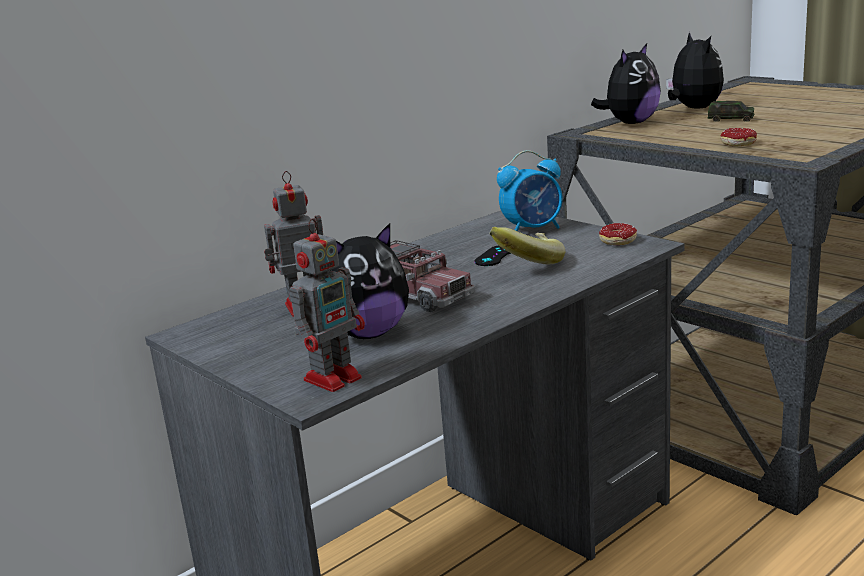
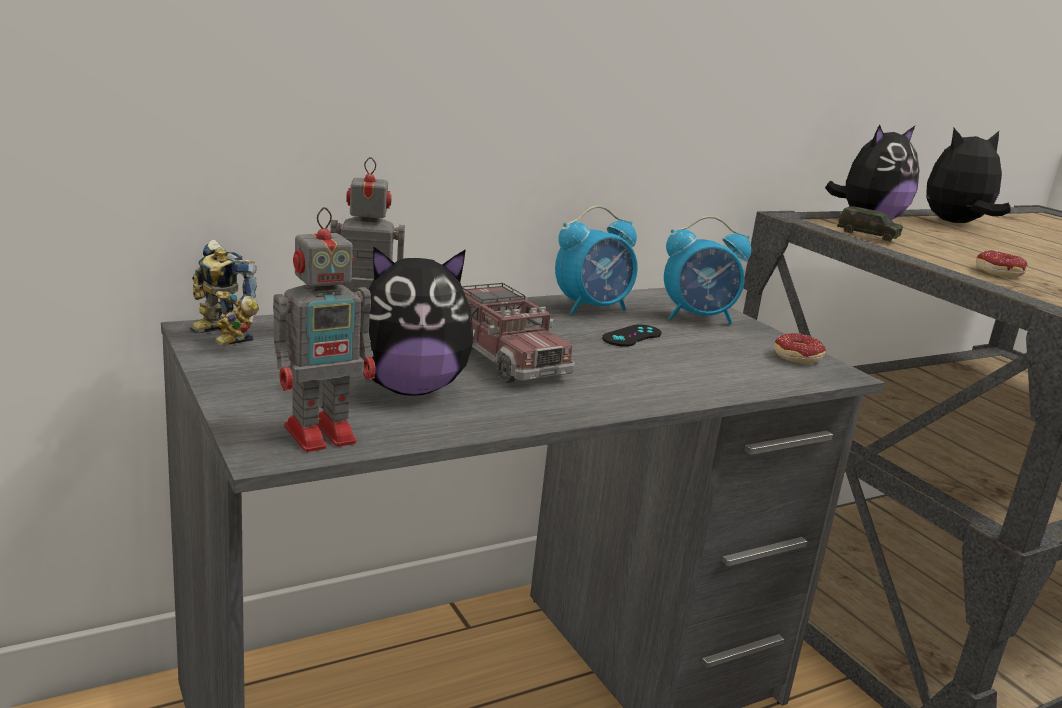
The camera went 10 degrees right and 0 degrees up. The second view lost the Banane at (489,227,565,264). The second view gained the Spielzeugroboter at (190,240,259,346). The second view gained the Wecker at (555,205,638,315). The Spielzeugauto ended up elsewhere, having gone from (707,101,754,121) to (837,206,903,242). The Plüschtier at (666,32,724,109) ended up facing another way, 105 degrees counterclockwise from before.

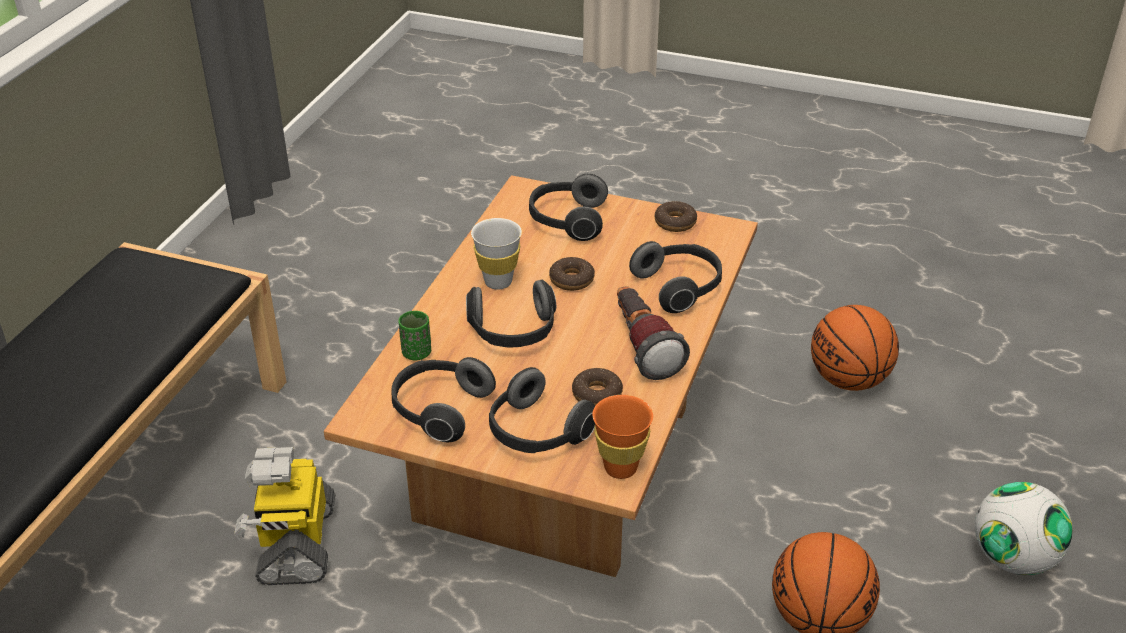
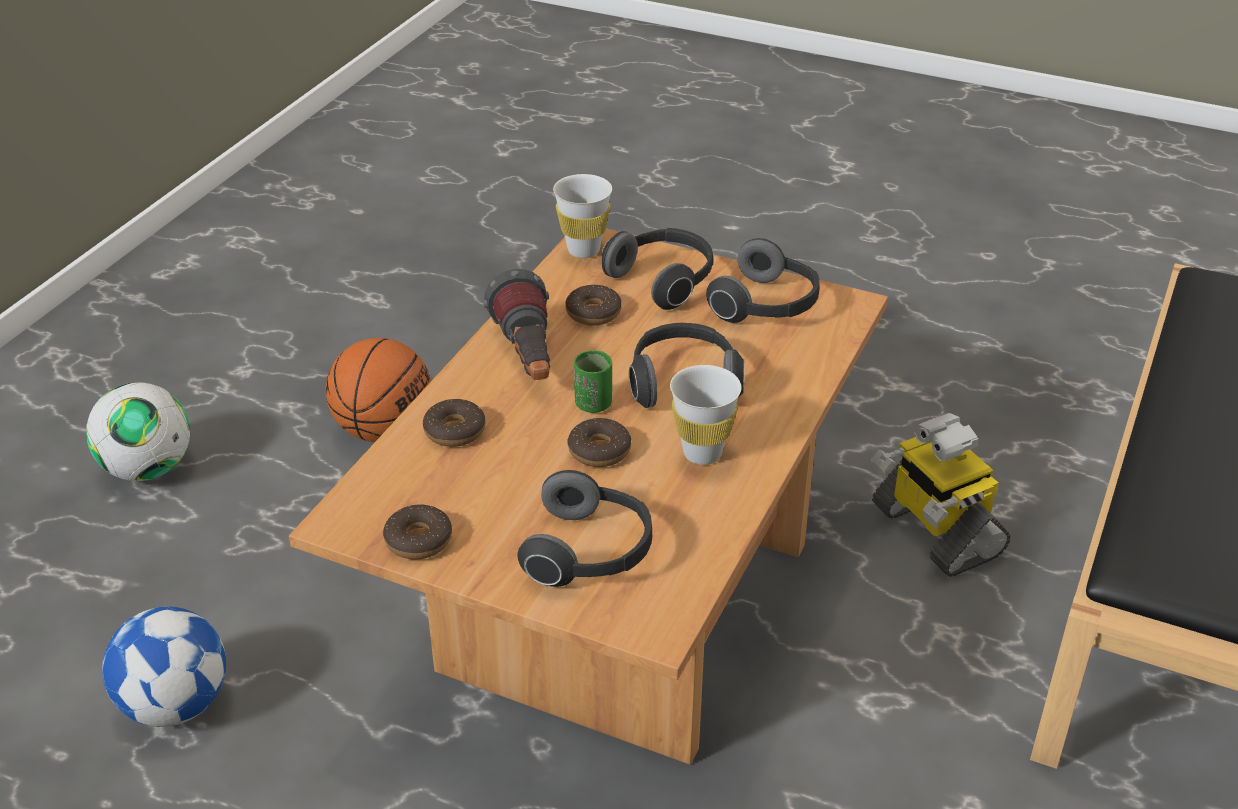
The camera went 175 degrees left and 0 degrees up. The Tasse (grün) ended up elsewhere, having gone from (398,311,431,361) to (574,350,612,413). Where the Kopfhörer stood at (629,241,722,313), the Donut came to stand at (423,399,485,447). Where the Basketball stood at (811,305,899,391), the Fußball came to stand at (102,606,226,727). What was the Tasse (orange) at (592,395,653,479) turned into the Tasse (weiß) at (553,174,612,258). The Spielzeugroboter at (234,447,335,585) ended up facing another way, 150 degrees clockwise from before.

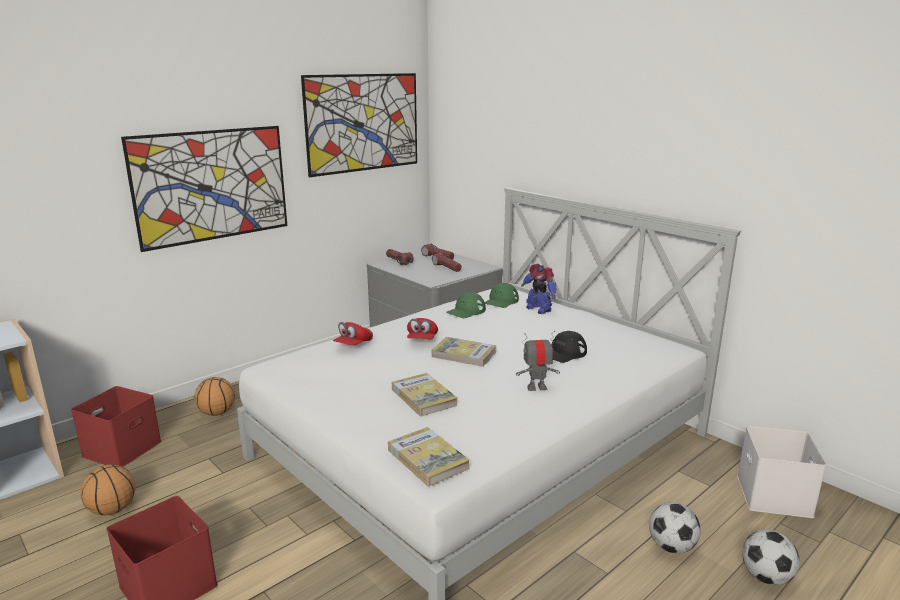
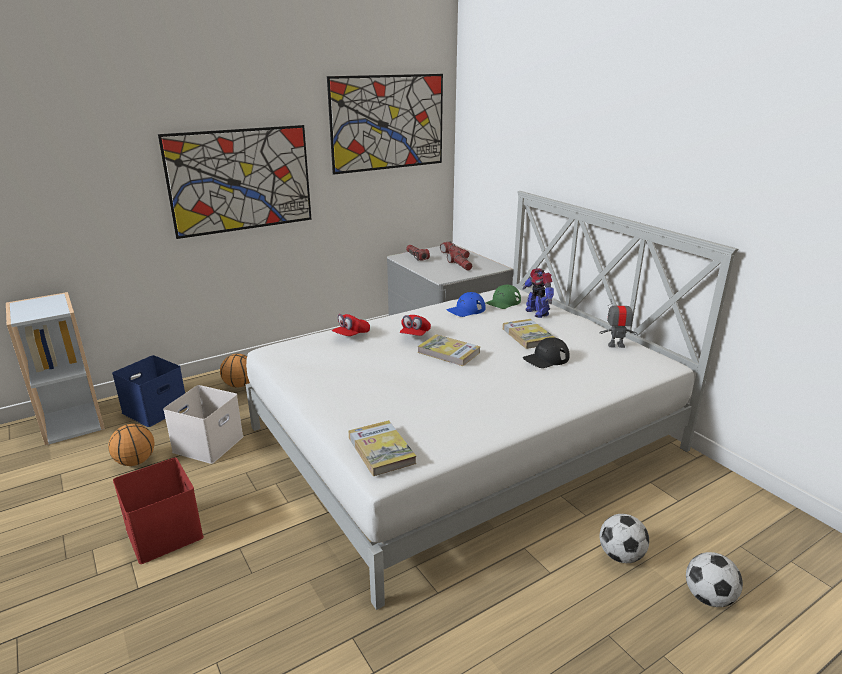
The camera went 10 degrees right and 5 degrees up. The Buch ended up elsewhere, having gone from (392,373,458,417) to (503,319,556,349). The Spielzeugroboter ended up elsewhere, having gone from (516,331,560,391) to (599,299,636,348). The Aufbewahrungsbox (weiß) ended up elsewhere, having gone from (737,426,827,518) to (163,385,244,464). What was the Aufbewahrungsbox (rot) at (71,386,162,467) turned into the Aufbewahrungsbox (blau) at (112,355,187,427). What was the Kappe (grün) at (446,292,486,318) turned into the Kappe (blau) at (446,292,485,317).

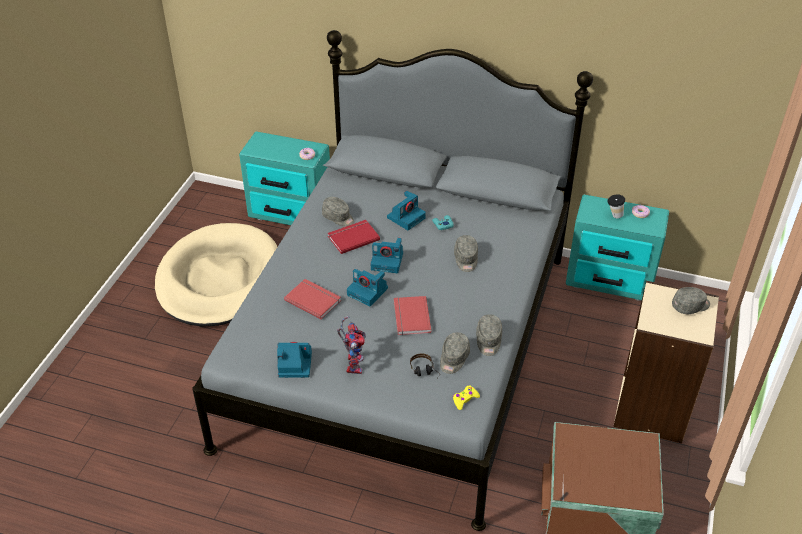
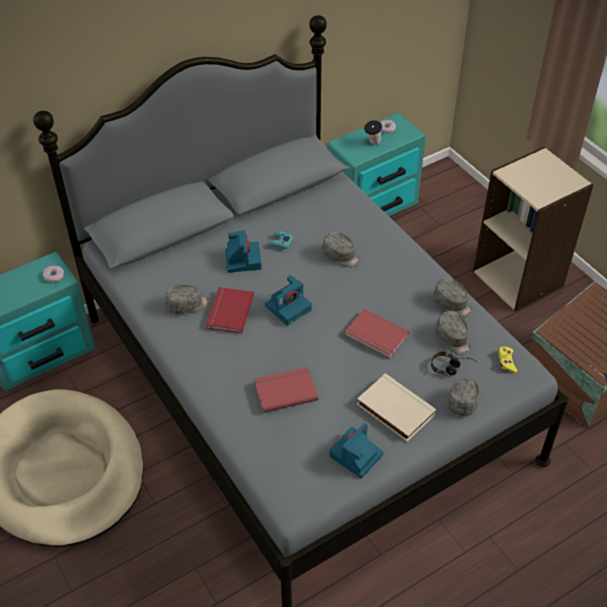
The camera went 50 degrees left and 5 degrees up. The second view lost the Kamera at (347,269,388,306). The Kappe (grau) ended up elsewhere, having gone from (672,287,710,314) to (447,377,479,416). Where the Spielzeugroboter stood at (337,316,366,374), the Buch (beige) came to stand at (357,374,436,442).

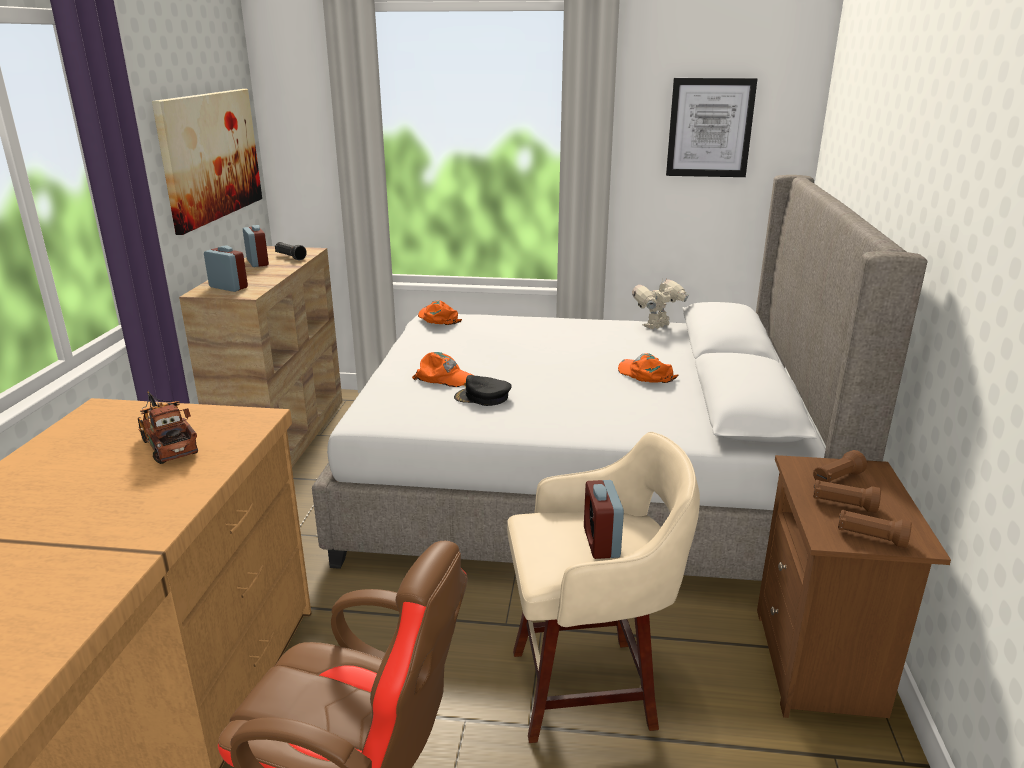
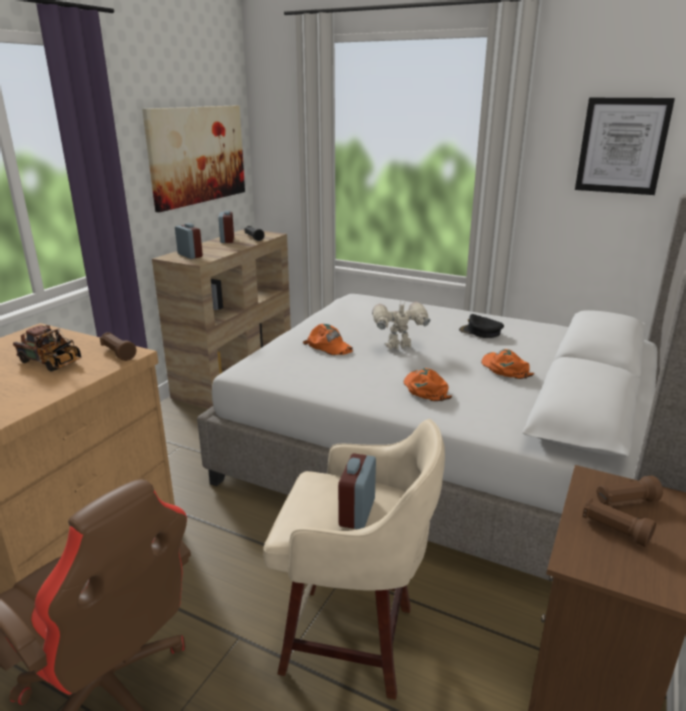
The camera went 20 degrees right and 0 degrees up. The Kappe (orange) ended up elsewhere, having gone from (418,300,462,325) to (403,368,452,401). The Kappe (schwarz) ended up elsewhere, having gone from (454,375,512,406) to (459,314,504,338). The Spielzeugroboter ended up elsewhere, having gone from (632,278,690,329) to (372,300,431,349). The Taschenlampe (braun) ended up elsewhere, having gone from (838,510,912,548) to (100,332,136,361). The Spielzeuglaster at (138,391,198,464) ended up facing another way, 135 degrees clockwise from before.

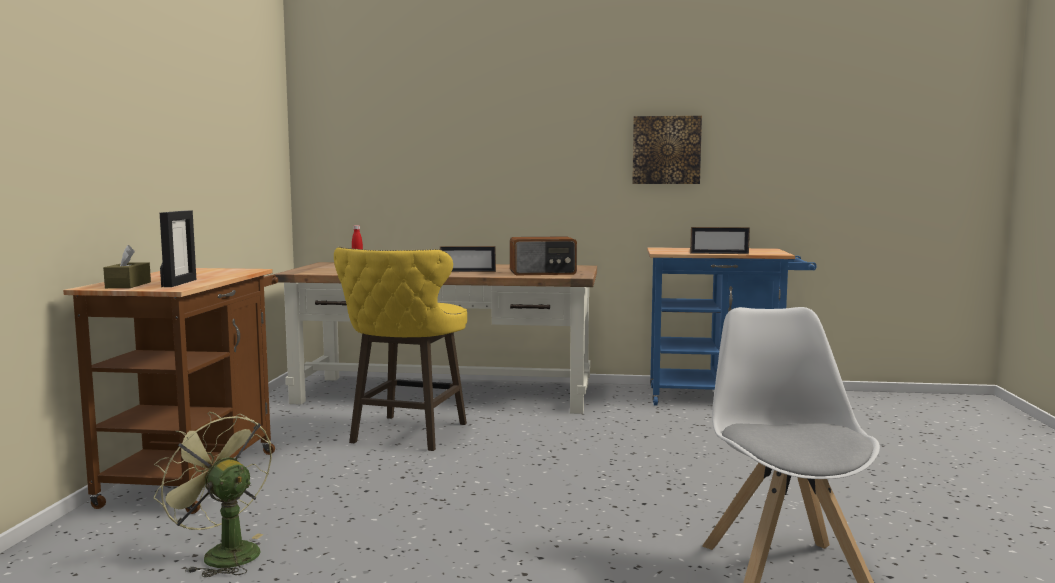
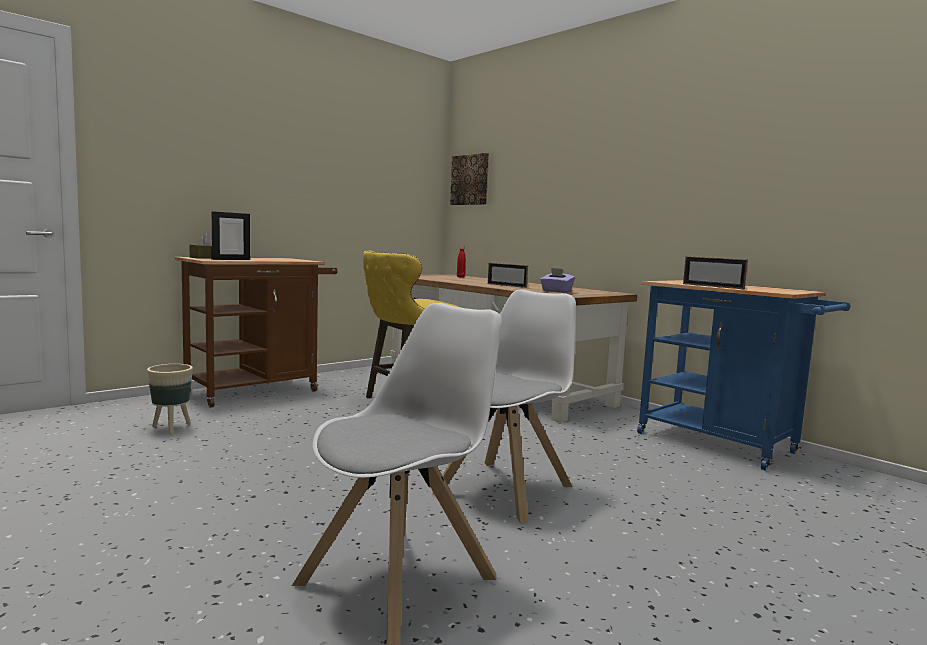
The camera went 40 degrees right and 0 degrees up. The second view gained the Stuhl at (432,290,576,523). The Bild ended up elsewhere, having gone from (632,116,702,184) to (450,153,489,205). Where the Ventilator (grün) stood at (154,412,272,577), the Pflanzkübel (beige) came to stand at (147,364,193,434). Where the Radio stood at (510,236,577,275), the Taschentuchbox (lila) came to stand at (540,268,575,293).

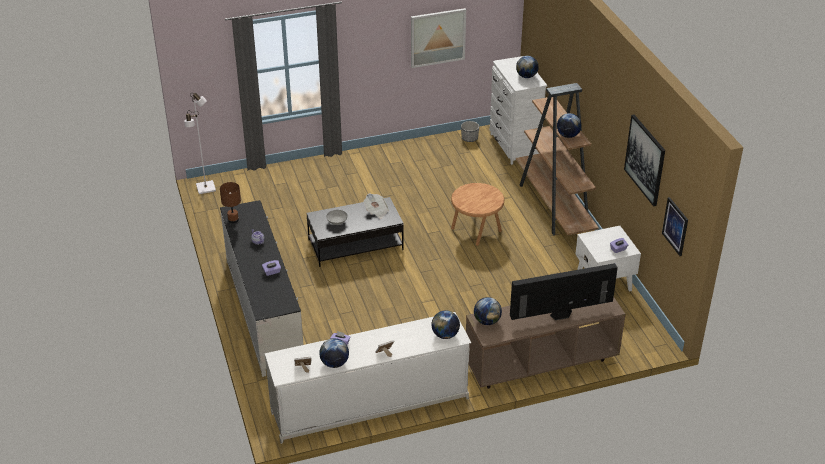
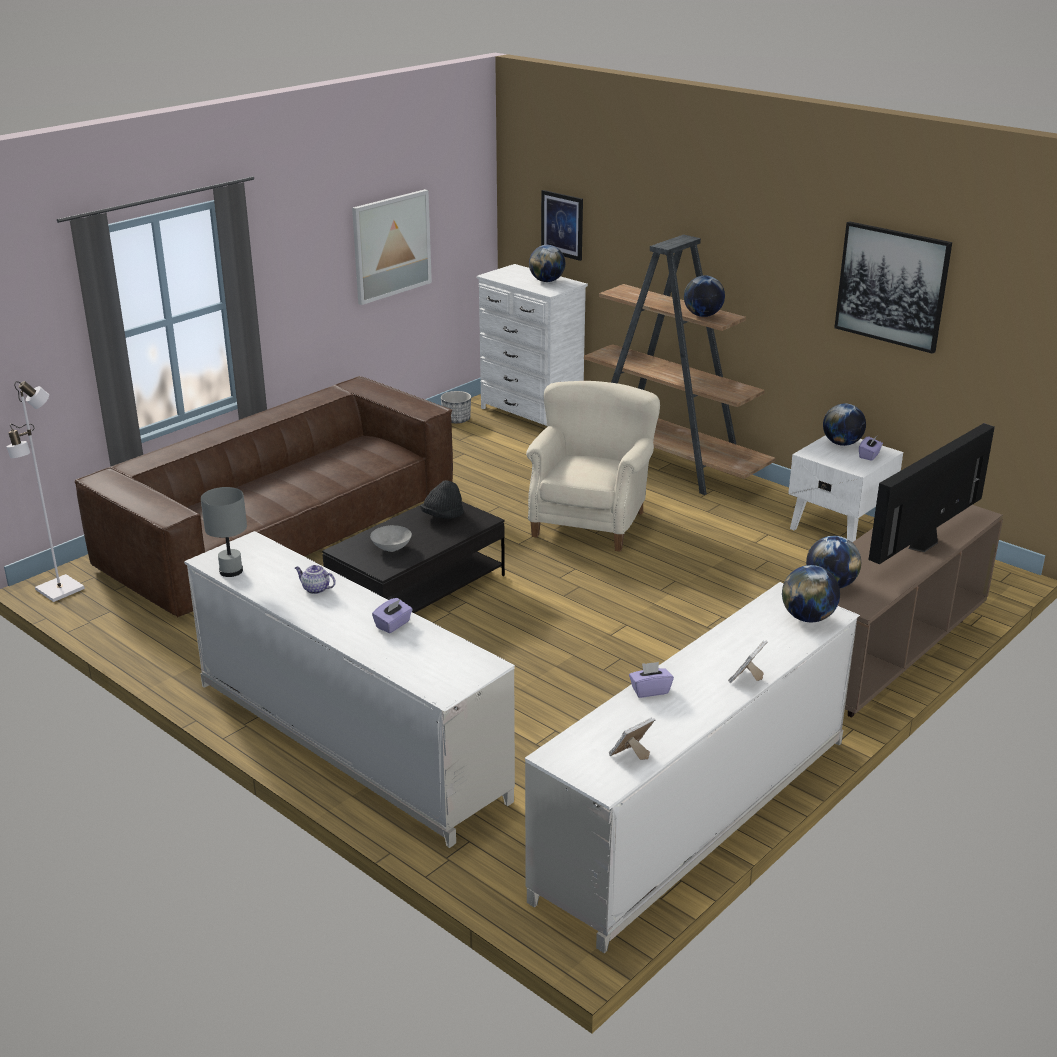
The camera went 30 degrees left and 10 degrees down. The second view gained the Sofa (braun) at (75,376,453,618). The Globus ended up elsewhere, having gone from (319,338,349,368) to (823,403,866,446). The Bild ended up elsewhere, having gone from (662,197,688,256) to (541,190,583,261). Where the Zeitung stood at (364,193,389,219), the Hut (schwarz) came to stand at (420,480,464,519). Where the Beistelltisch (braun) stood at (451,183,505,246), the Sessel (beige) came to stand at (526,381,660,552). What was the Tischlampe (braun) at (220,182,241,223) turned into the Tischlampe (grau) at (201,487,247,577). What was the Schrank (schwarz) at (220,200,304,377) turned into the Schrank (weiß) at (184,531,515,848).

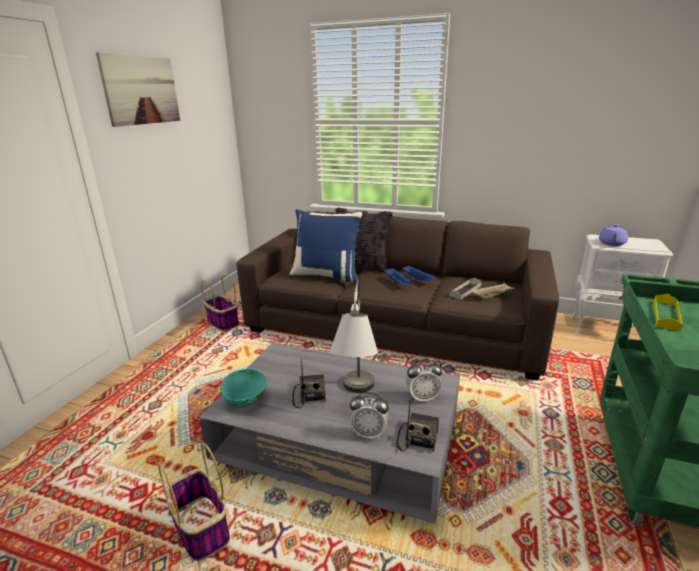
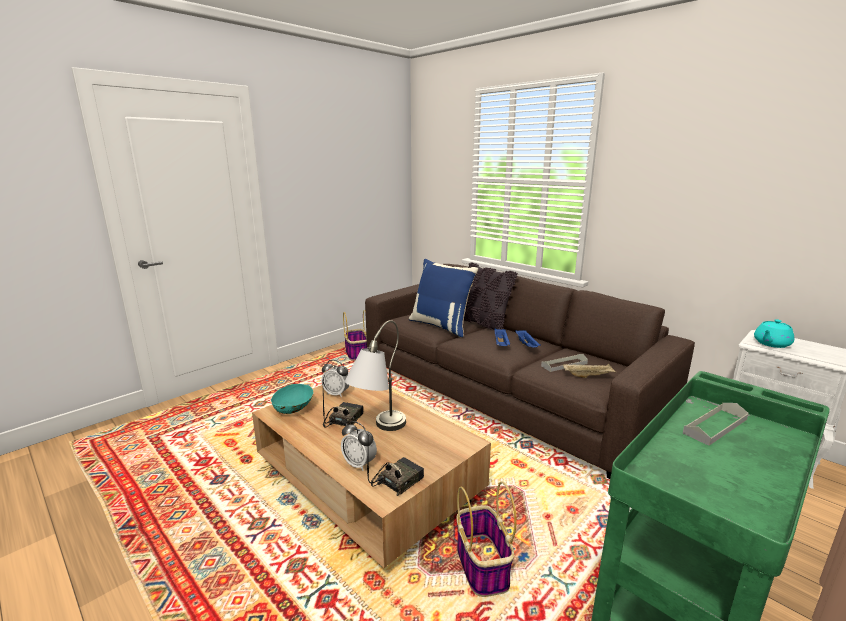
The camera went 25 degrees right and 5 degrees down. The second view lost the Bild at (96,52,180,127). The Korb ended up elsewhere, having gone from (158,443,230,561) to (457,481,517,597). The Wecker ended up elsewhere, having gone from (406,359,442,402) to (321,360,350,397). What was the Couchtisch (grau) at (199,342,460,524) turned into the Couchtisch (braun) at (252,385,491,568). What was the Teekanne (lila) at (599,224,628,246) turned into the Teekanne (türkis) at (754,319,794,348). What was the Tablett (gelb) at (654,294,683,331) turned into the Tablett (grau) at (683,403,748,446).

